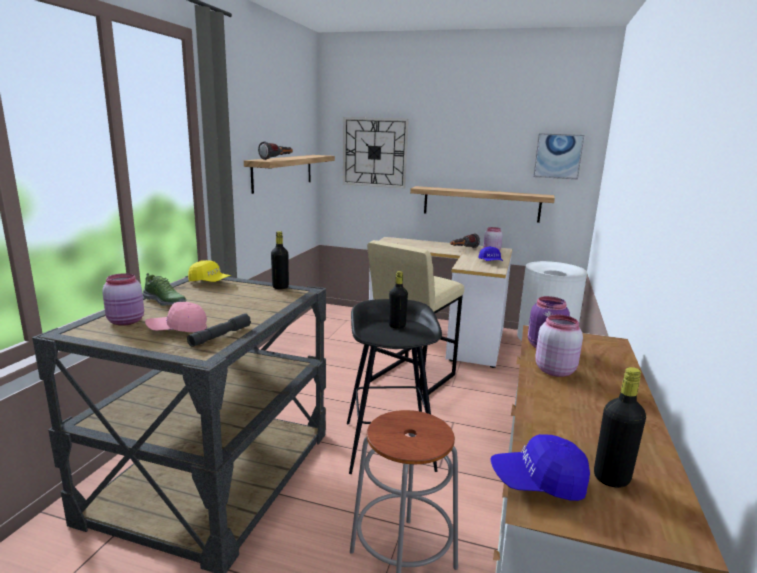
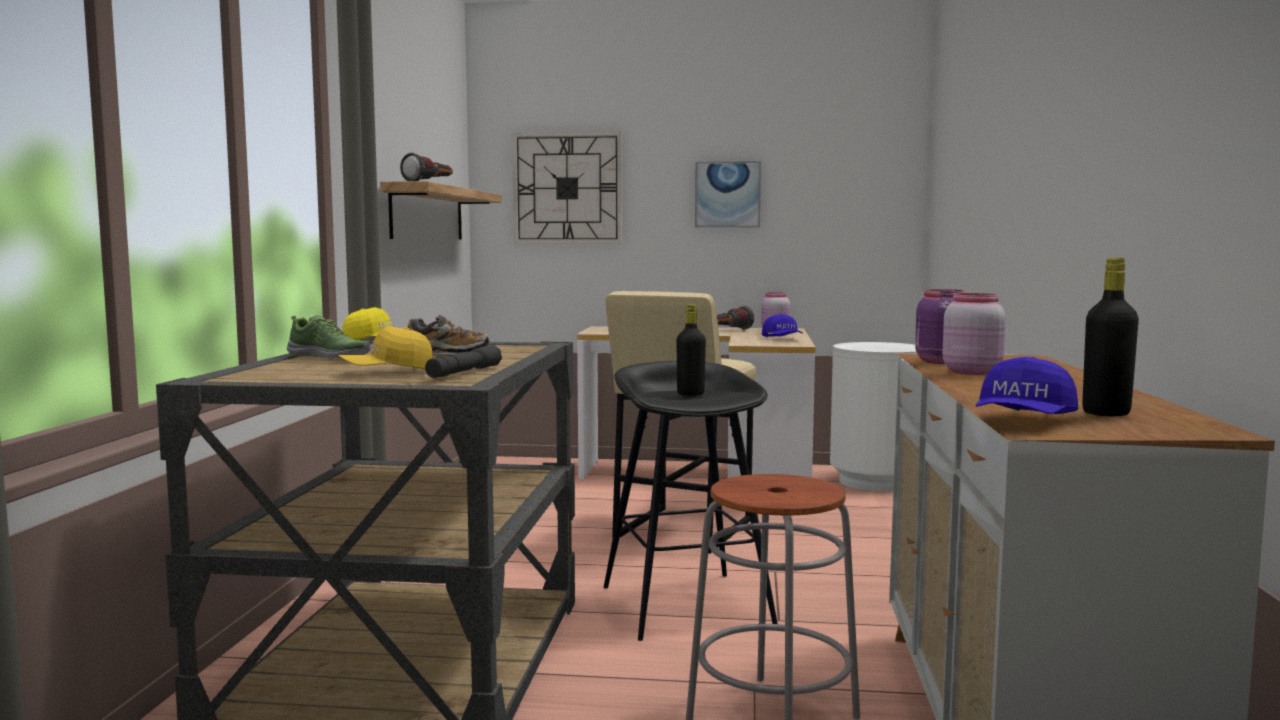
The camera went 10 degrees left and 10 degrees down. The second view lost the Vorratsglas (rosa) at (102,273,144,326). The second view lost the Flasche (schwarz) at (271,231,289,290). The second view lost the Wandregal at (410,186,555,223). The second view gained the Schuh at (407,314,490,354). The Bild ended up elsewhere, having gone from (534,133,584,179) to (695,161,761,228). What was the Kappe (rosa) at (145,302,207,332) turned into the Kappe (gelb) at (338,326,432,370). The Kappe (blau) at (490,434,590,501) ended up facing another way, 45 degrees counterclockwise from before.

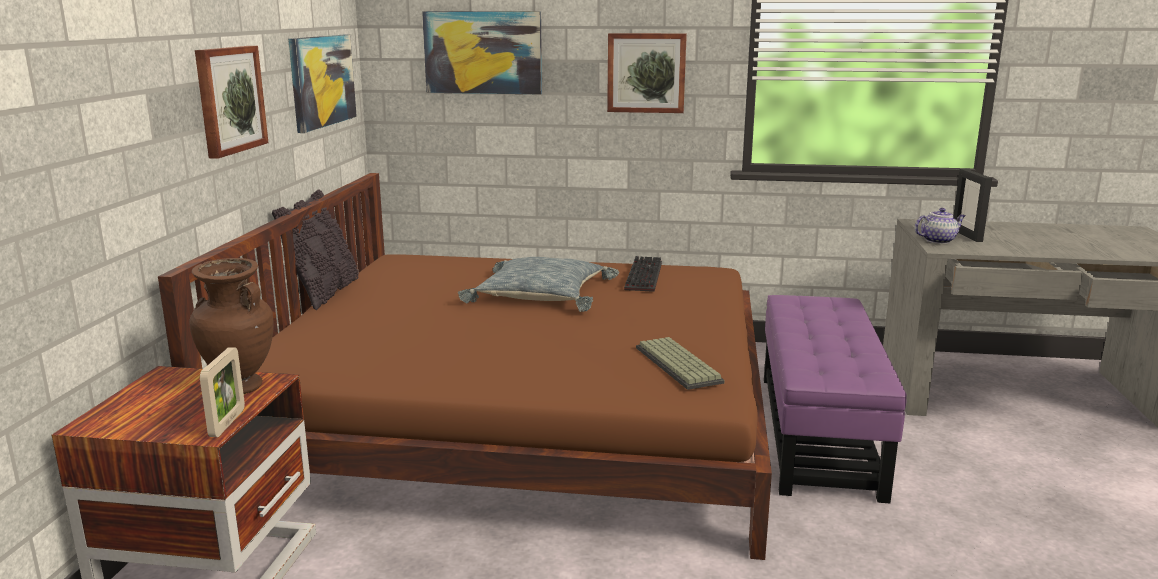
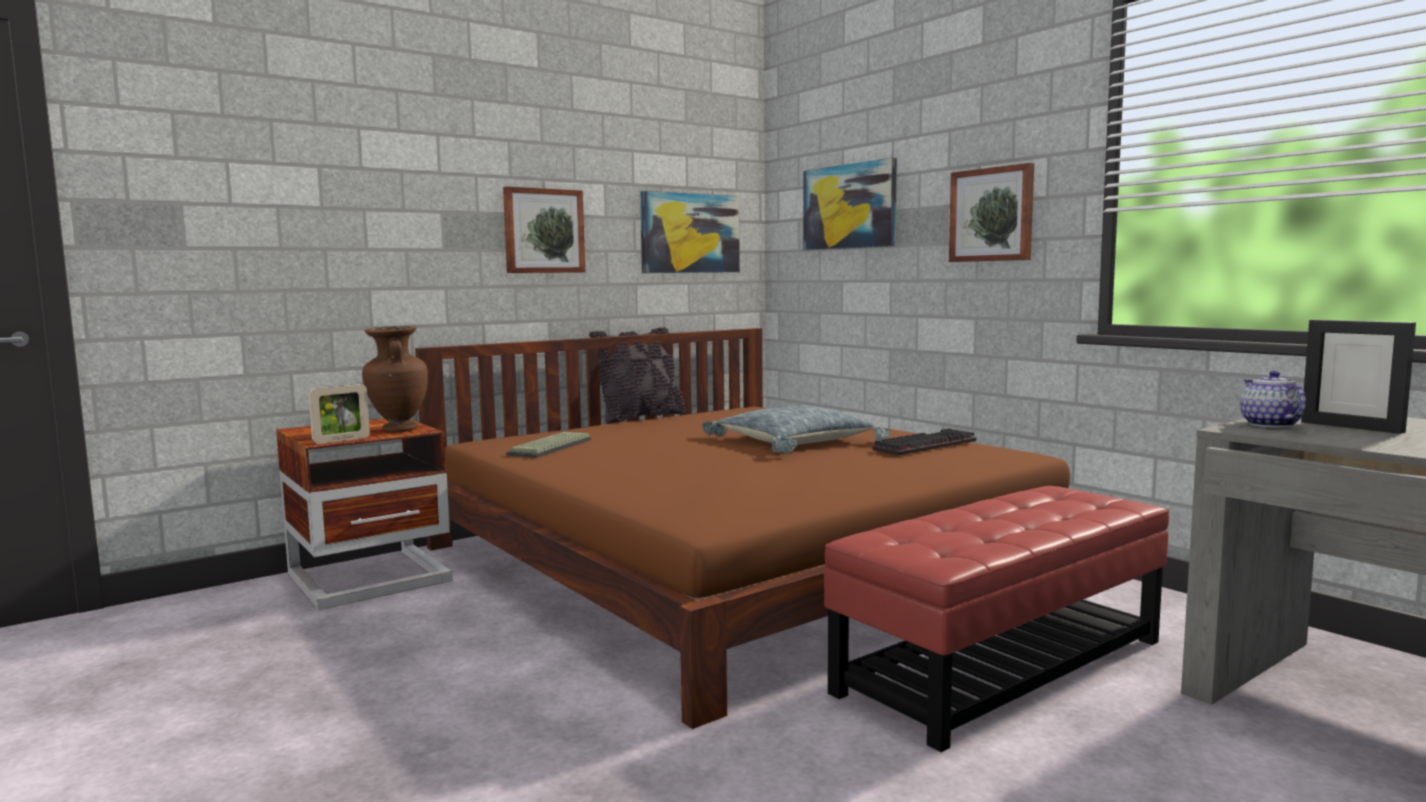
The camera went 45 degrees right and 10 degrees down. The Tastatur ended up elsewhere, having gone from (636,337,725,390) to (506,432,591,458). What was the Polsterhocker (lila) at (764,295,907,503) turned into the Polsterhocker (rot) at (824,486,1169,752). The Teekanne at (915,208,966,244) ended up facing another way, 120 degrees counterclockwise from before. The Bilderrahmen at (953,169,992,242) ended up facing another way, 75 degrees counterclockwise from before.

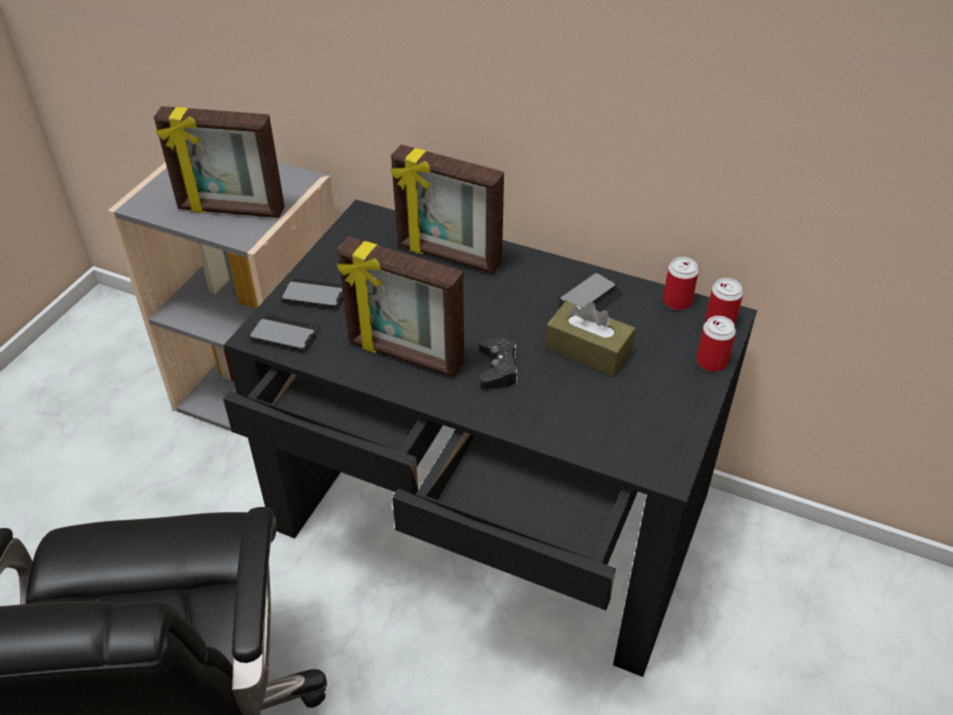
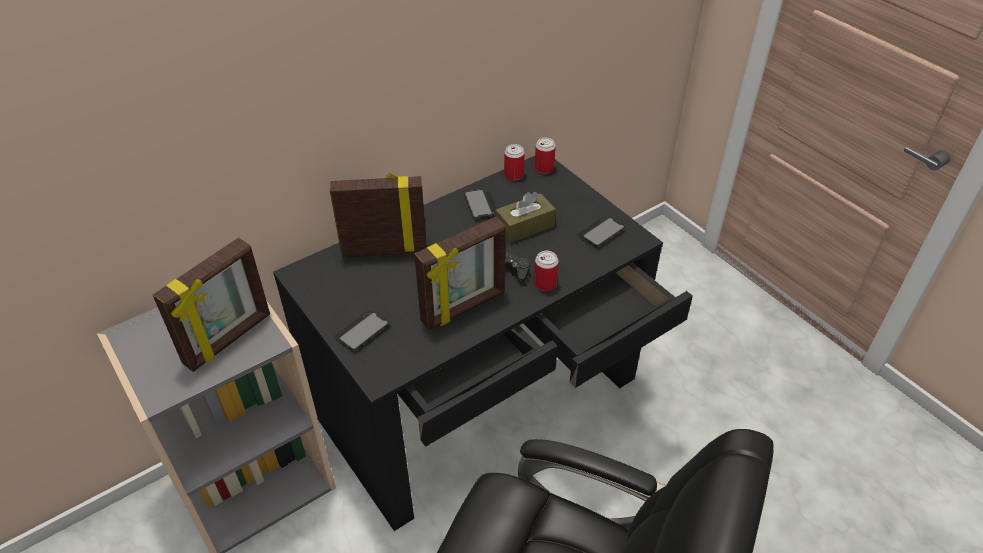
The camera went 60 degrees left and 0 degrees up. The Handy ended up elsewhere, having gone from (249,315,321,350) to (577,217,625,246). The Dose ended up elsewhere, having gone from (696,316,736,372) to (534,251,559,291). The Bilderrahmen at (390,144,504,274) ended up facing another way, 150 degrees counterclockwise from before.

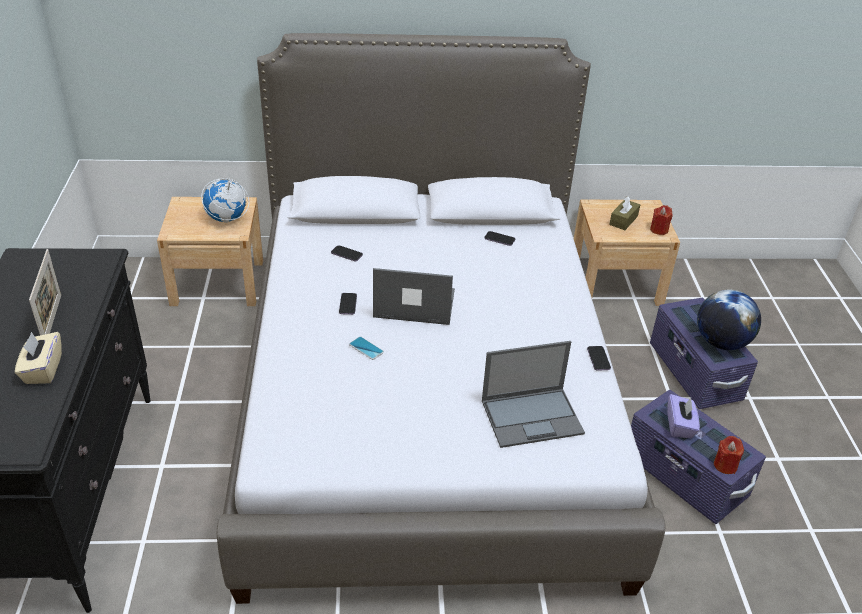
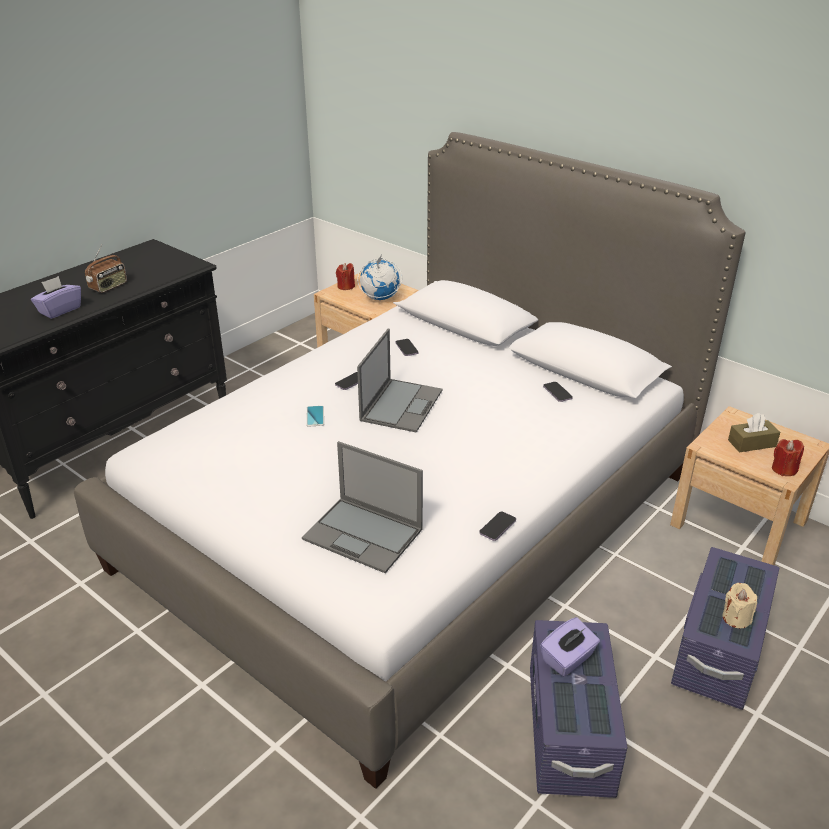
The camera went 45 degrees right and 5 degrees down. The Kerze (rot) ended up elsewhere, having gone from (714,436,744,474) to (336,263,355,290). Where the Bilderrahmen stood at (29,249,61,335), the Radio came to stand at (85,244,127,293). Where the Globus stood at (697,289,761,350), the Kerze (beige) came to stand at (722,583,757,628). What was the Taschentuchbox (beige) at (15,332,62,384) turned into the Taschentuchbox (lila) at (31,276,81,319). The Laptop at (373,268,455,325) ended up facing another way, 60 degrees clockwise from before.

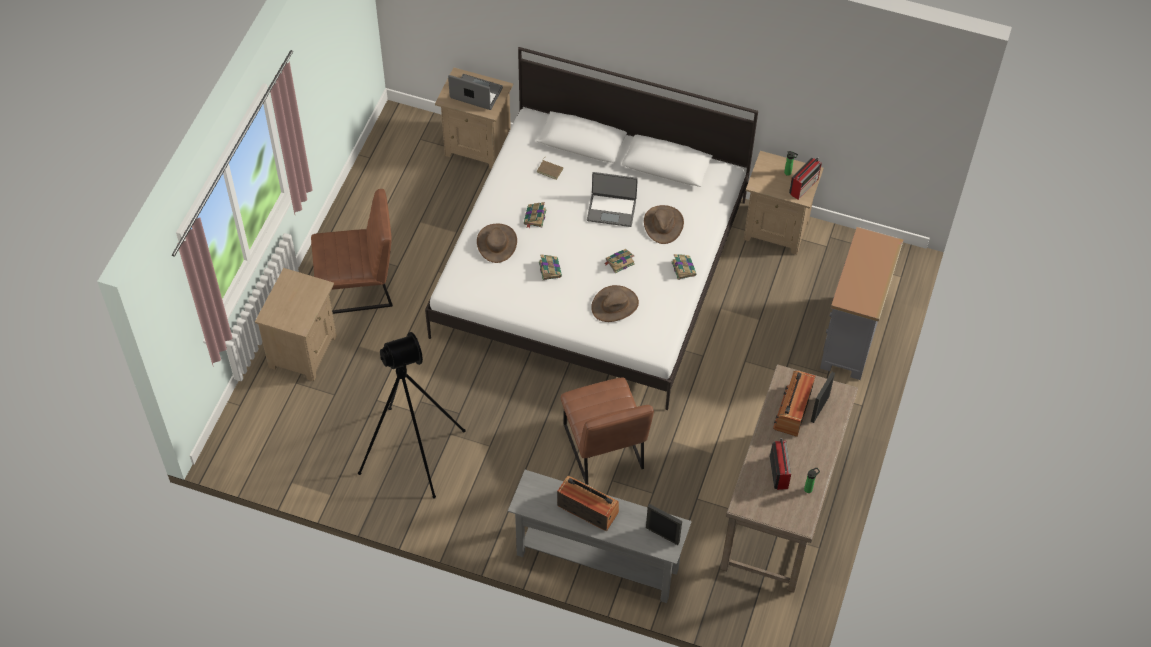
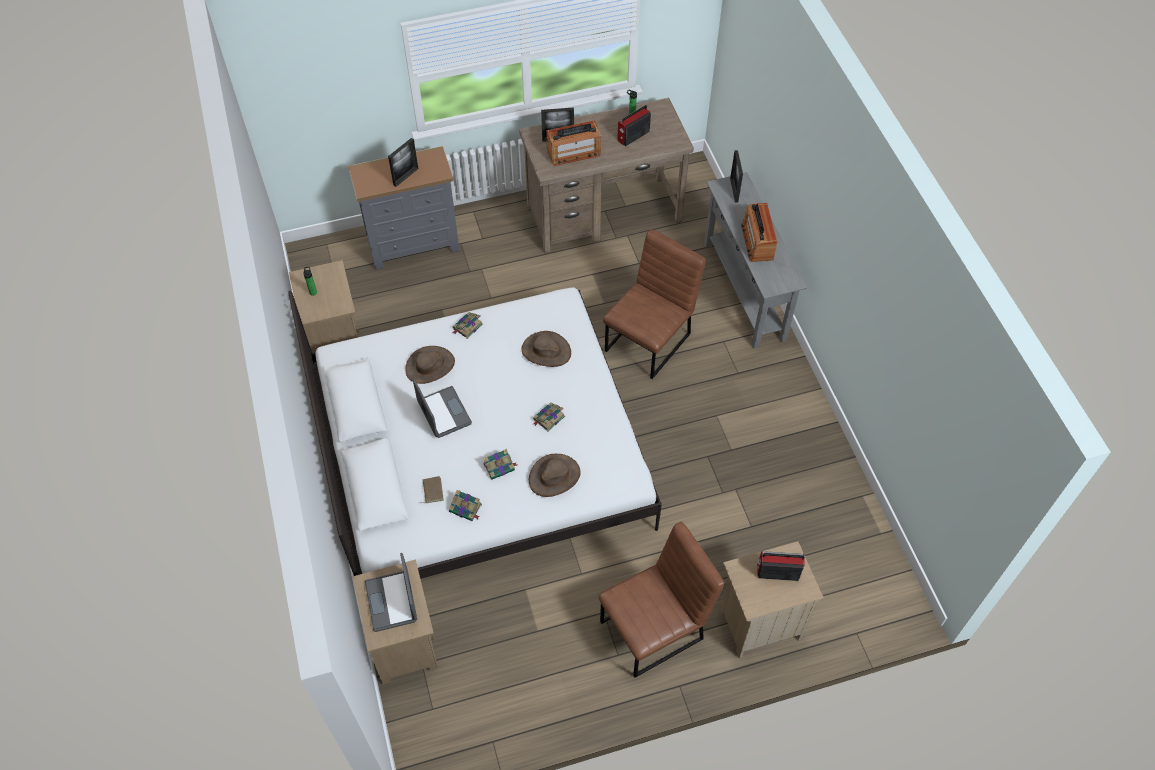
The camera went 125 degrees left and 0 degrees up. The second view lost the Stehlampe (schwarz) at (358,332,466,499). The second view gained the Bilderrahmen at (388,138,418,187). The Buch ended up elsewhere, having gone from (604,249,635,273) to (449,490,482,521). The Radio ended up elsewhere, having gone from (789,157,822,200) to (757,551,805,581). The Stuhl (braun) at (311,189,393,314) ended up facing another way, 105 degrees clockwise from before.

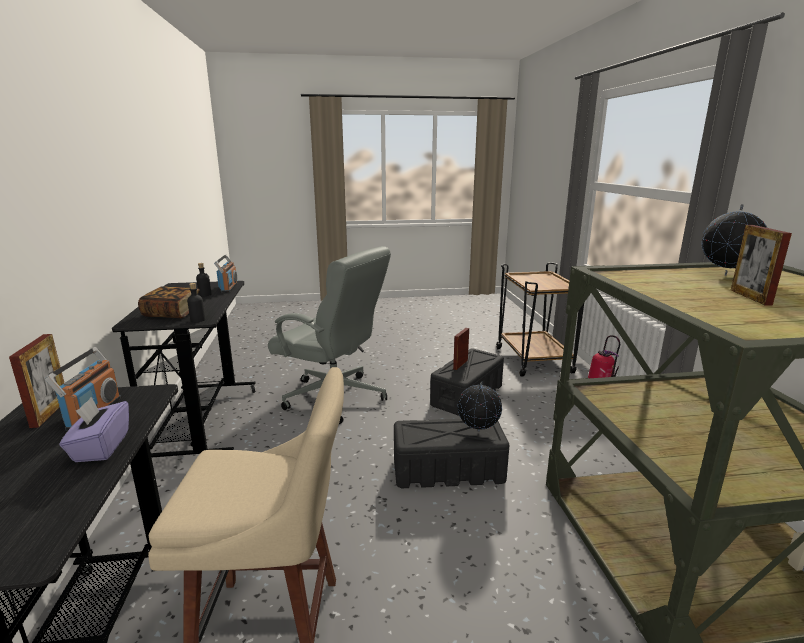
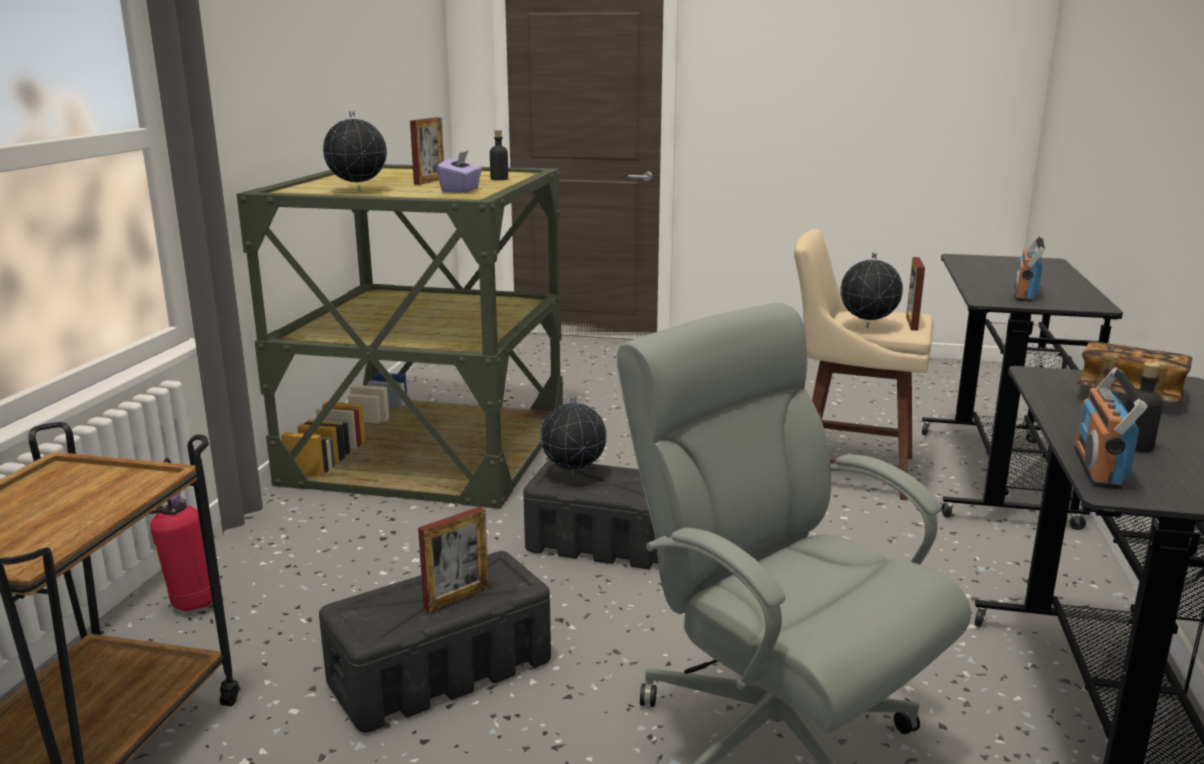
The camera went 160 degrees left and 0 degrees up. The second view gained the Globus at (840,252,903,328). The Bilderrahmen ended up elsewhere, having gone from (9,334,64,428) to (906,257,925,331). The Taschentuchbox (lila) ended up elsewhere, having gone from (60,397,129,462) to (437,150,482,193). The Flasche (schwarz) ended up elsewhere, having gone from (187,283,206,322) to (490,130,508,180).

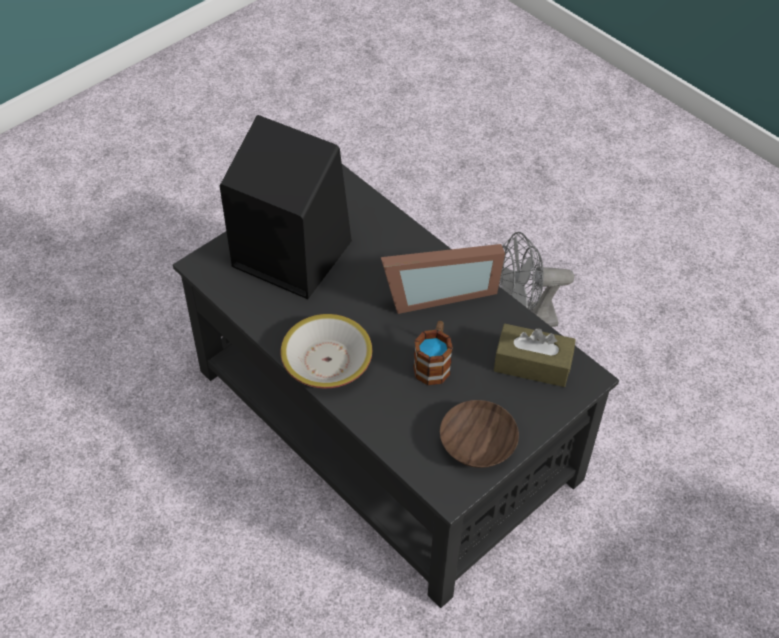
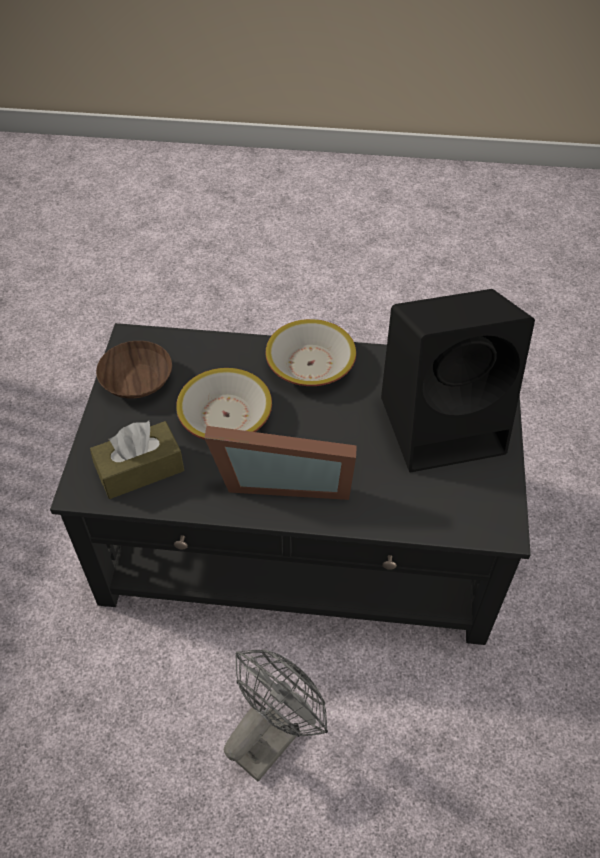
The camera went 140 degrees right and 0 degrees up. Where the Henkelbecher stood at (413,321,453,385), the Schüssel came to stand at (176,368,272,440). The Bilderrahmen at (381,244,505,314) ended up facing another way, 120 degrees counterclockwise from before.

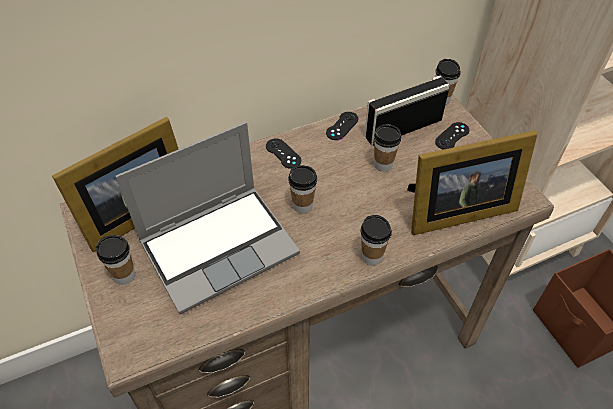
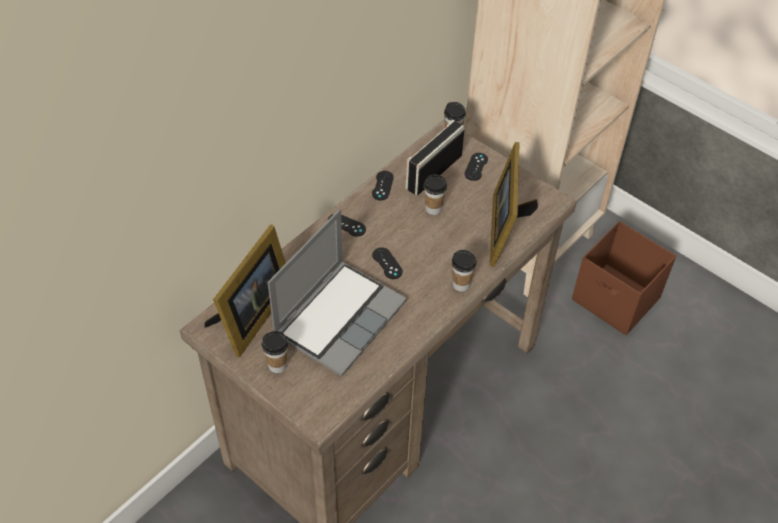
The camera went 25 degrees left and 0 degrees up. Where the Tasse stood at (288,165,317,214), the Gamepad (schwarz) came to stand at (372,247,403,279). The Bilderrahmen at (407,130,538,235) ended up facing another way, 135 degrees clockwise from before.

